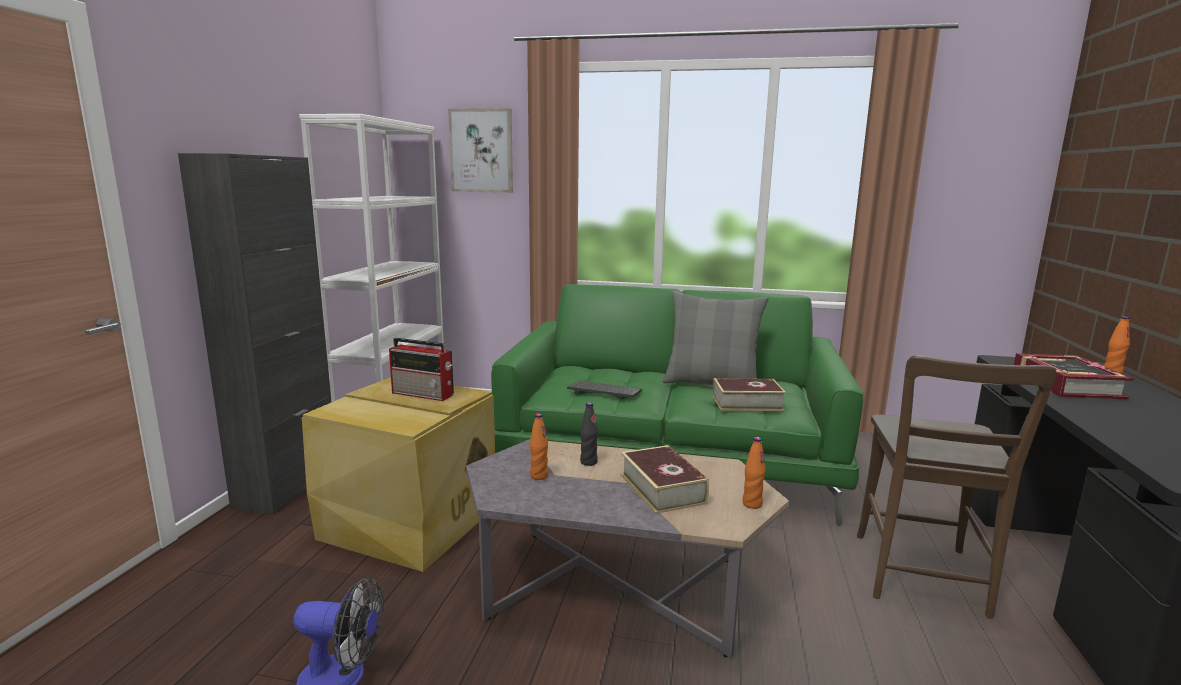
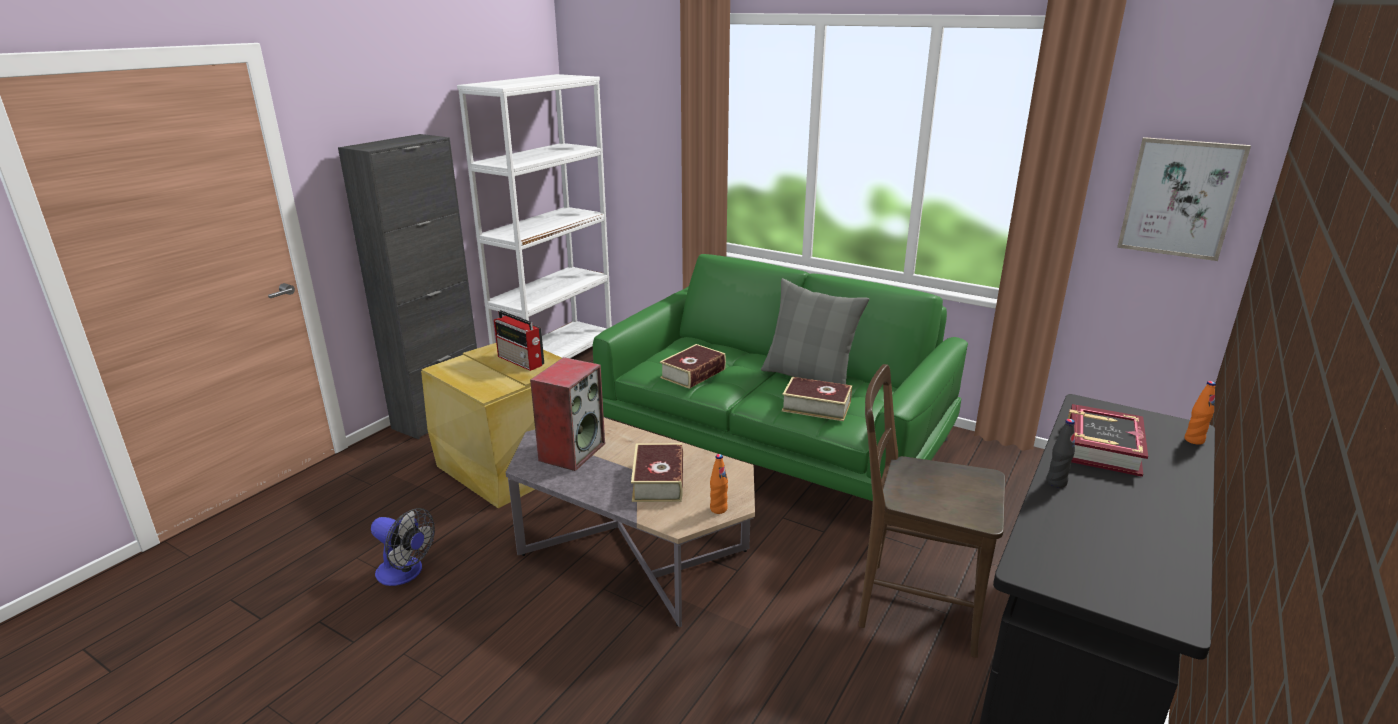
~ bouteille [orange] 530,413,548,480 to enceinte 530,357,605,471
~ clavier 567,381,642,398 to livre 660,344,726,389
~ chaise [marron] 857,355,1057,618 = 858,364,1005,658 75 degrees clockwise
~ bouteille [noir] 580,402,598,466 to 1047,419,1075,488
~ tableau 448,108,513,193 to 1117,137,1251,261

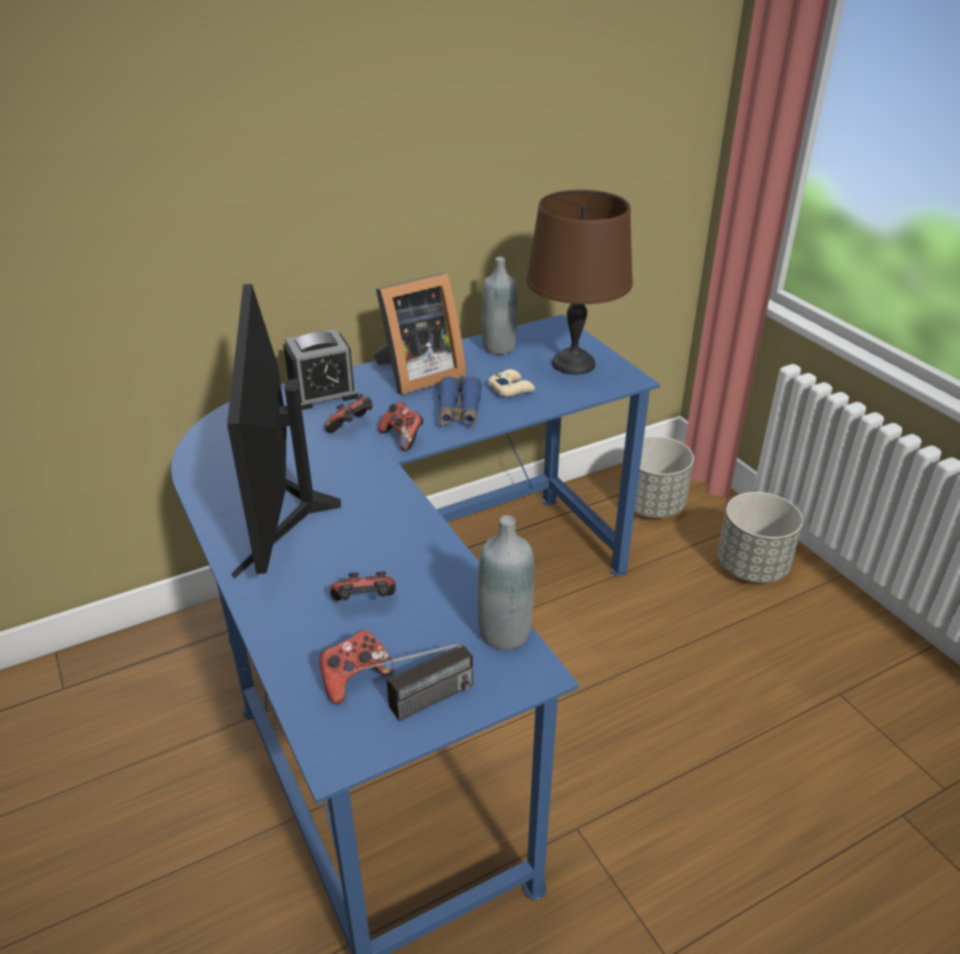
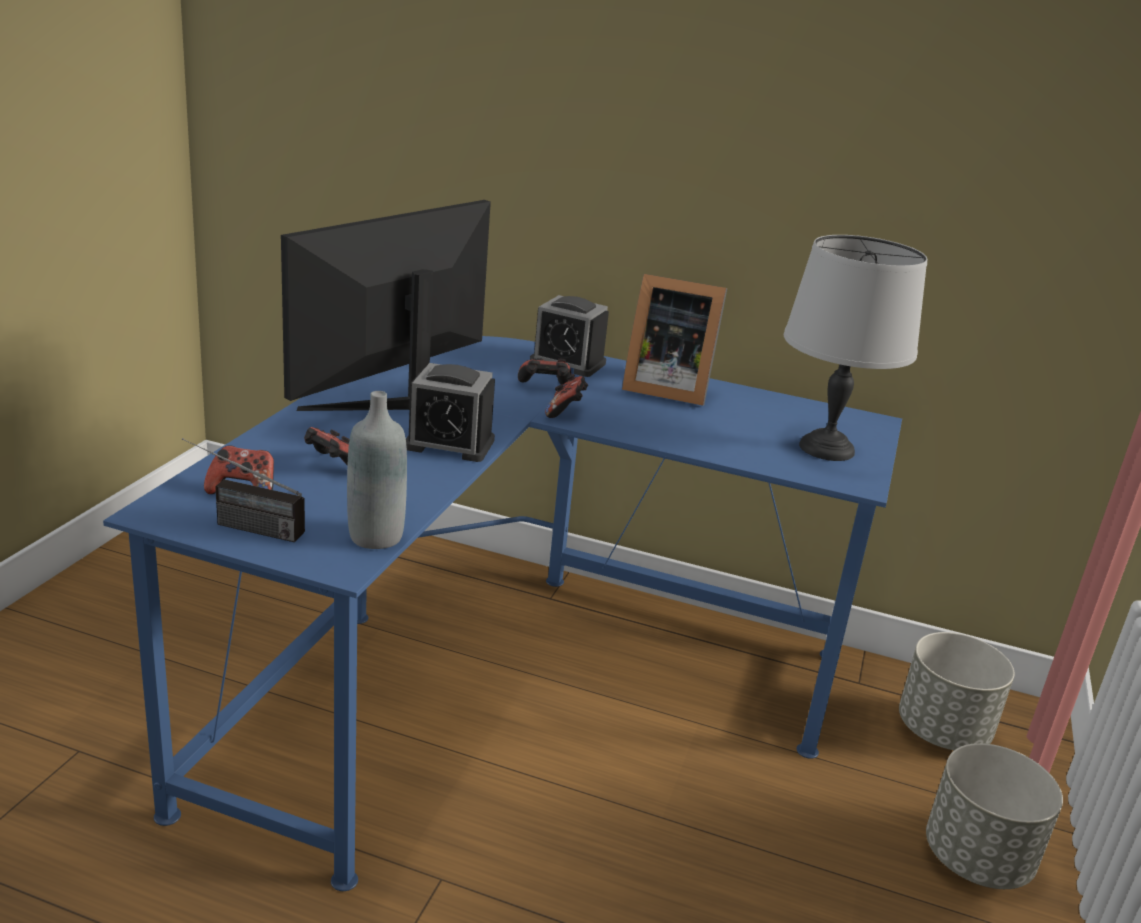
+ réveil 406,363,495,462
~ lampe de table [marron] 526,190,633,375 to lampe de table [gris] 784,235,927,461
- jumelles [bleu] 438,376,482,426
- bouteille [gris] 481,257,518,355
- manette [beige] 488,369,535,397

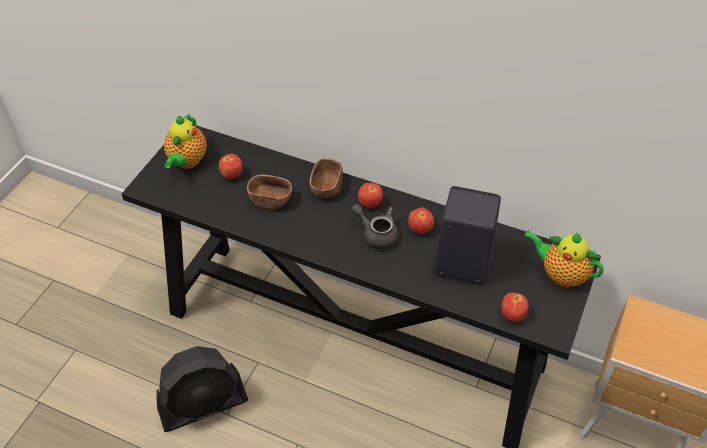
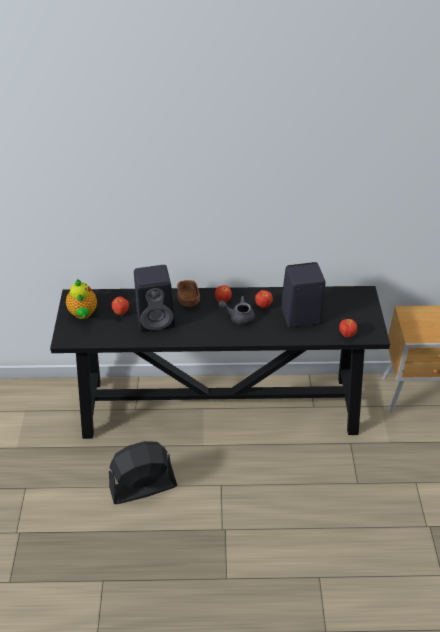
~ ventilateur [noir] 156,346,248,432 = 109,441,177,504 150 degrees counterclockwise
~ bol [marron] 247,175,292,209 to enceinte [noir] 134,265,175,332
- théière 525,231,604,287

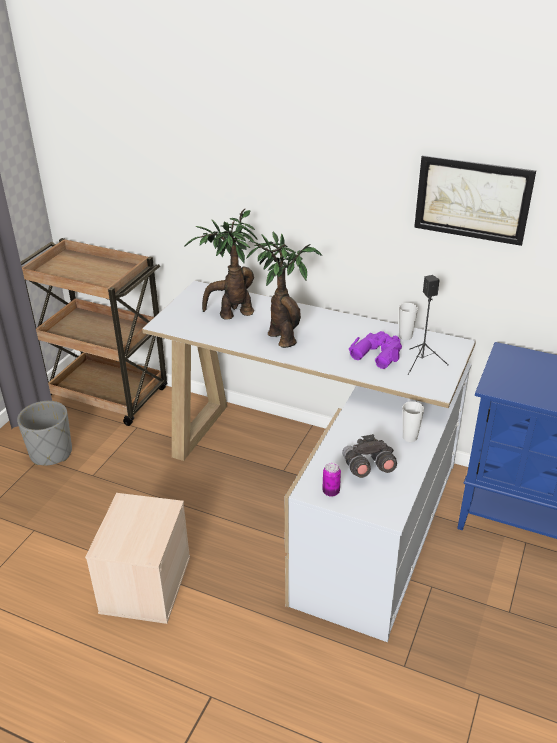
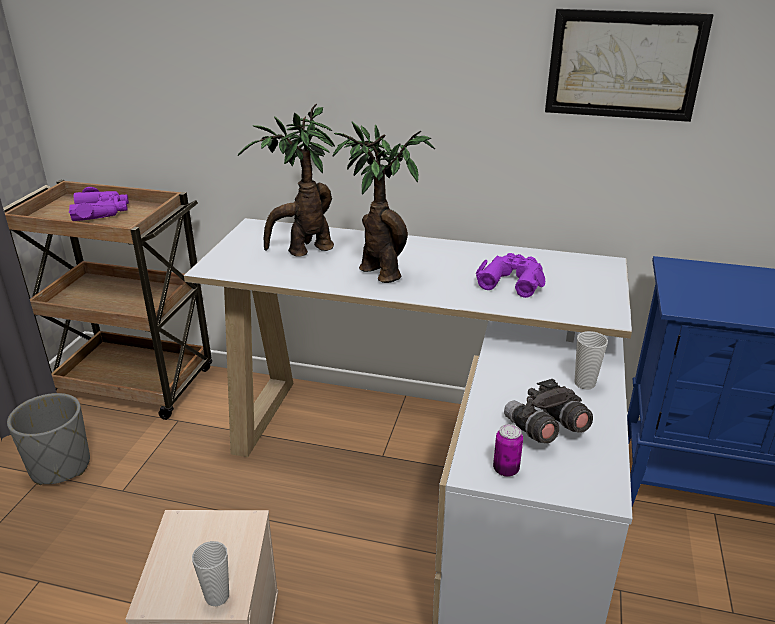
+ jumelles [violet] 69,187,129,221
~ tasse 399,303,418,340 to 192,541,229,606
- enceinte [noir] 408,275,449,375

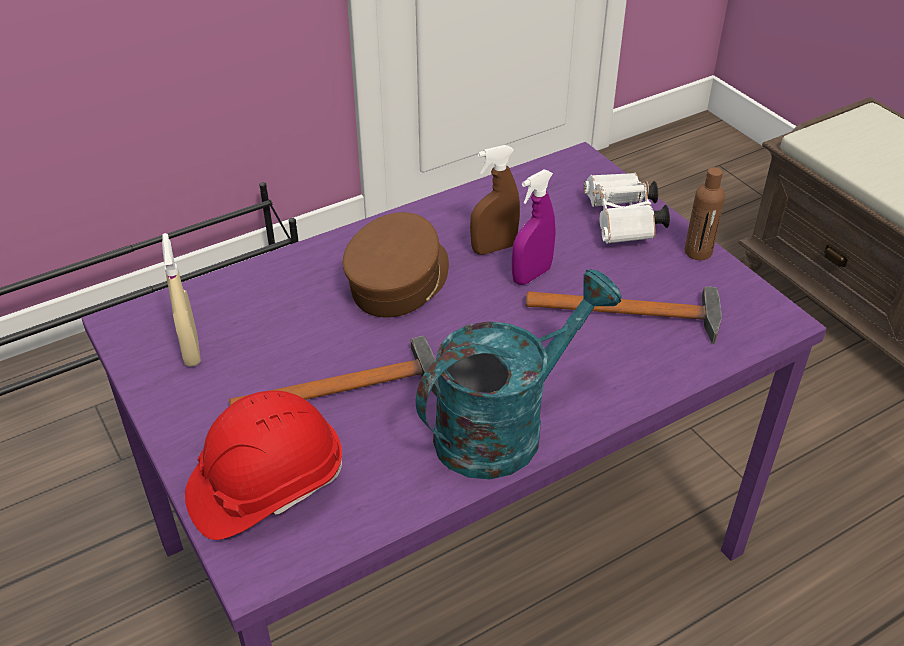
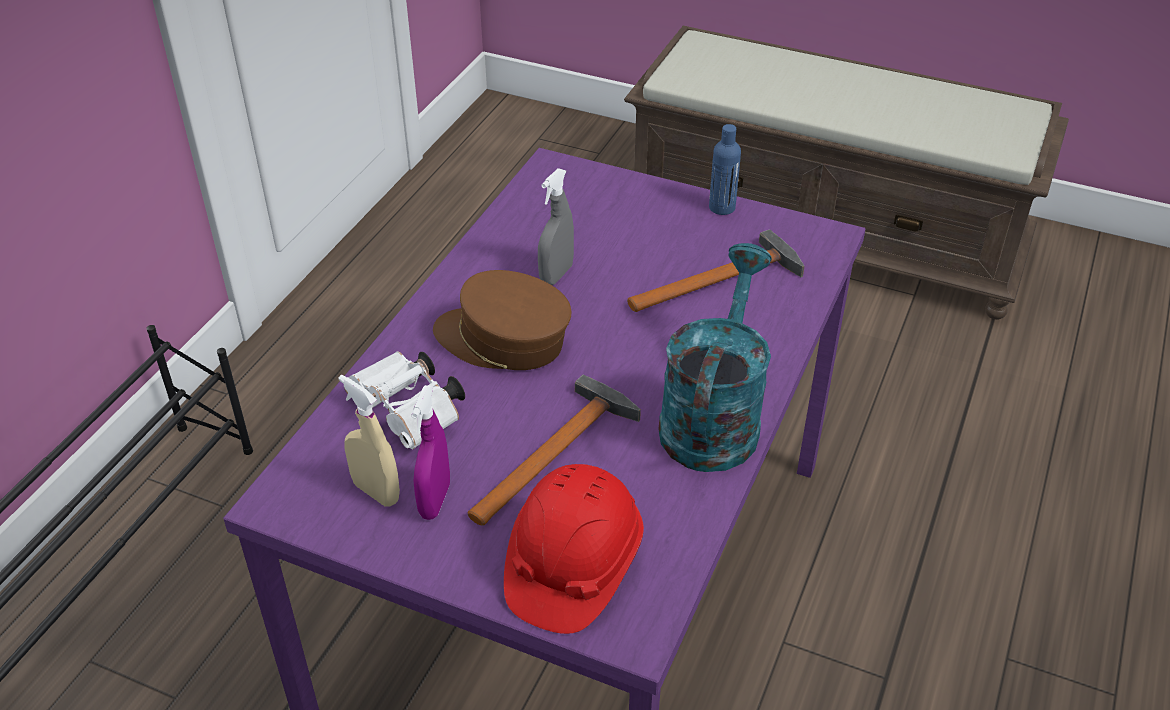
~ jumelles [blanc] 584,173,670,244 to 344,351,465,449
~ vaporisateur [violet] 512,169,556,285 to 411,385,450,520
~ casquette [marron] 343,212,449,318 = 433,270,572,370 60 degrees counterclockwise
~ vaporisateur [marron] 470,145,520,255 to vaporisateur [gris] 538,168,574,285
~ bouteille [marron] 685,167,725,260 to bouteille [bleu] 709,124,741,215

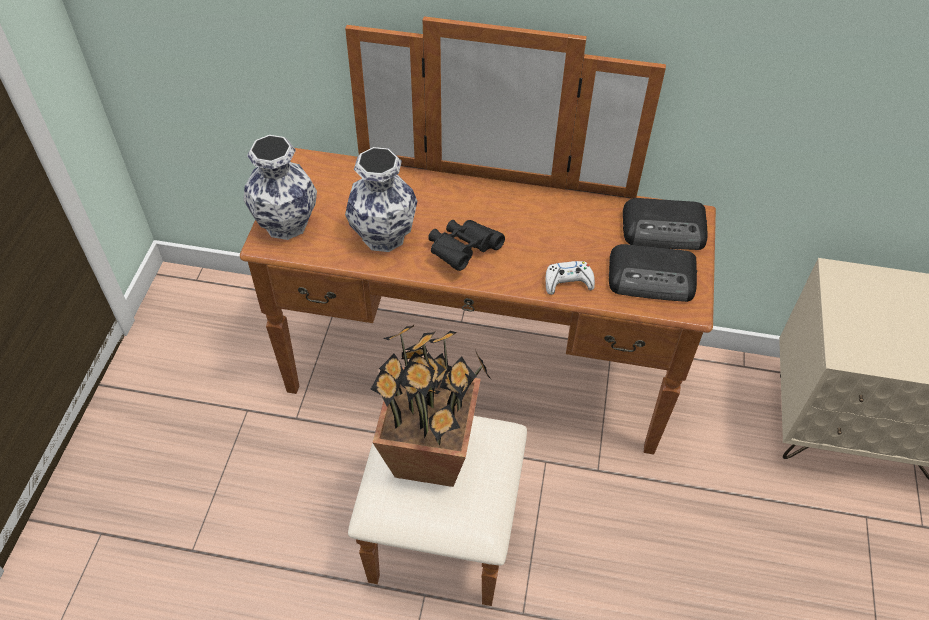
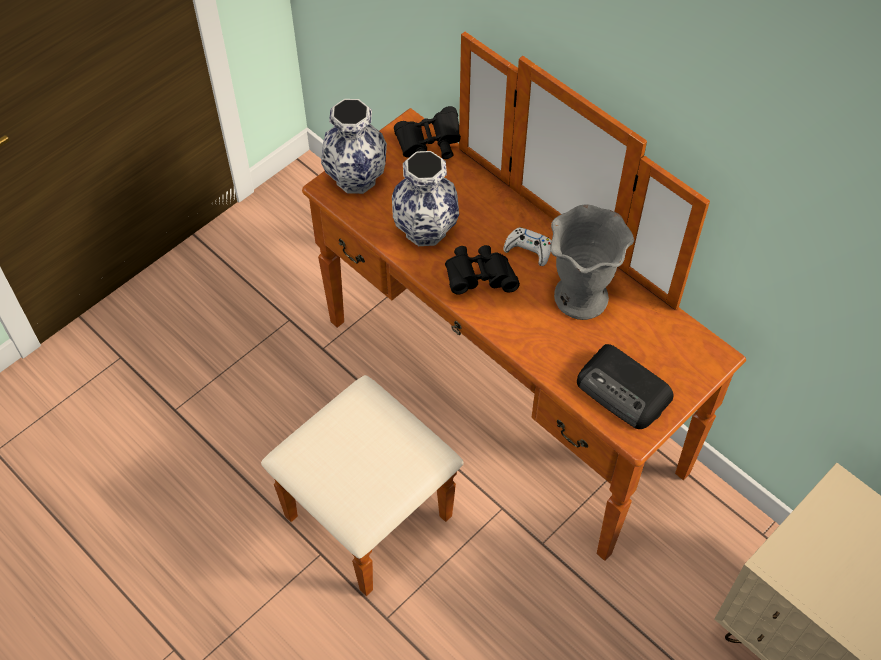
+ jumelles [noir] 394,106,461,159
~ manette [blanc] 546,261,595,295 to 503,227,551,266
+ vase [gris] 550,205,634,320
- plante en pot 370,325,491,487
- radio 623,198,708,250

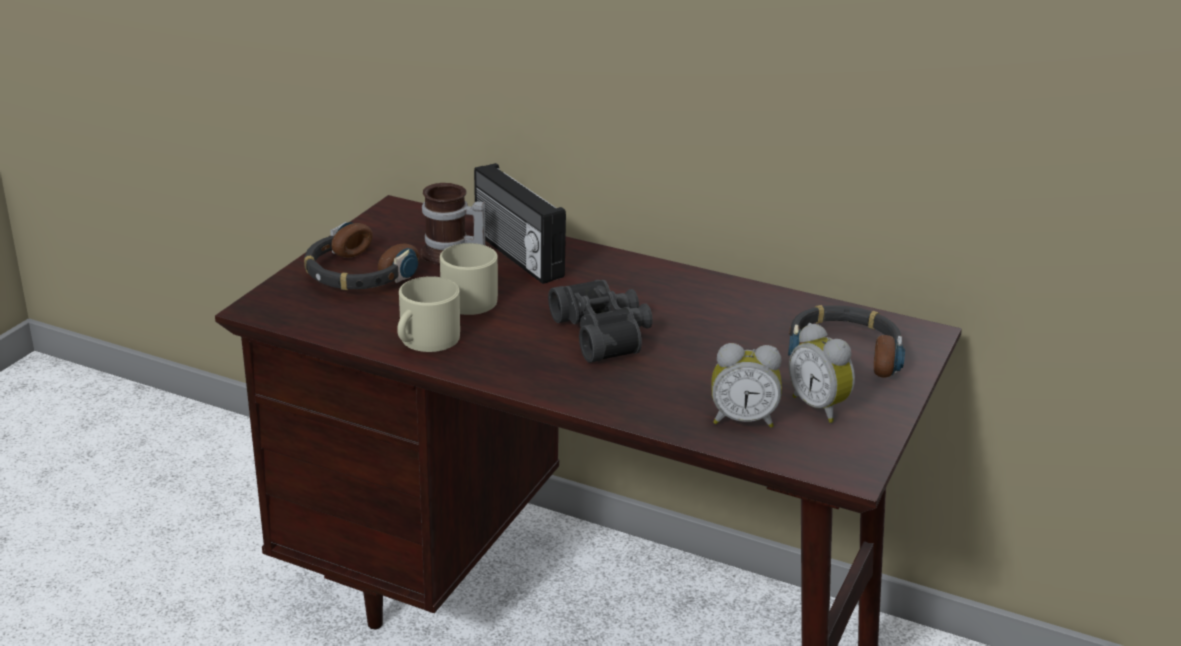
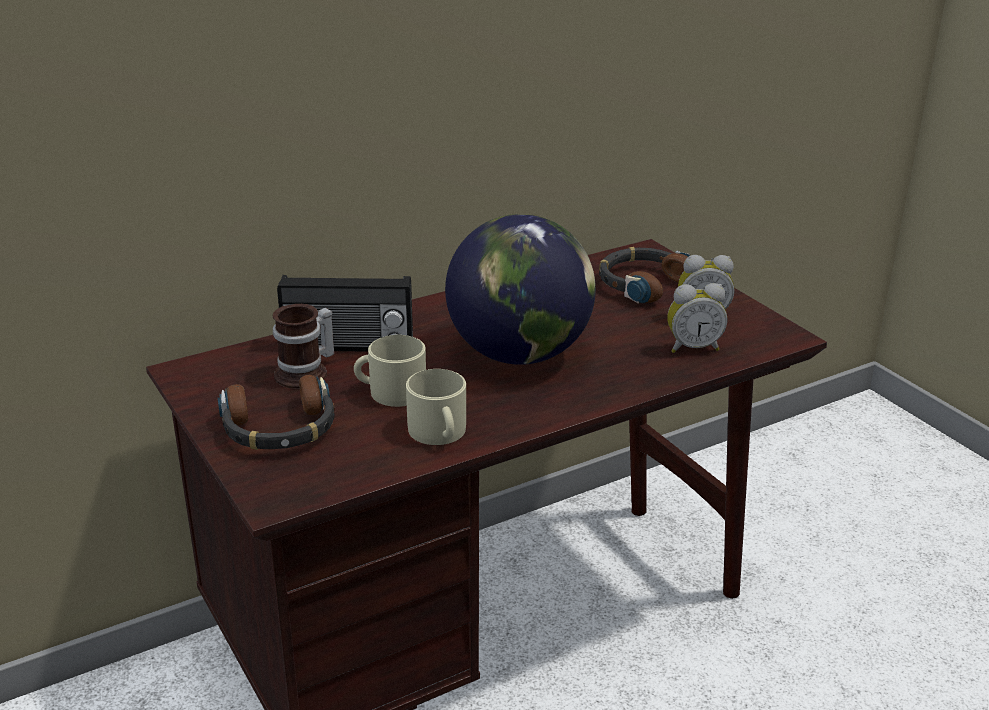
~ jumelles [noir] 548,280,653,363 to globe 445,214,596,365
~ réveil 712,343,782,428 = 667,283,727,353 45 degrees clockwise

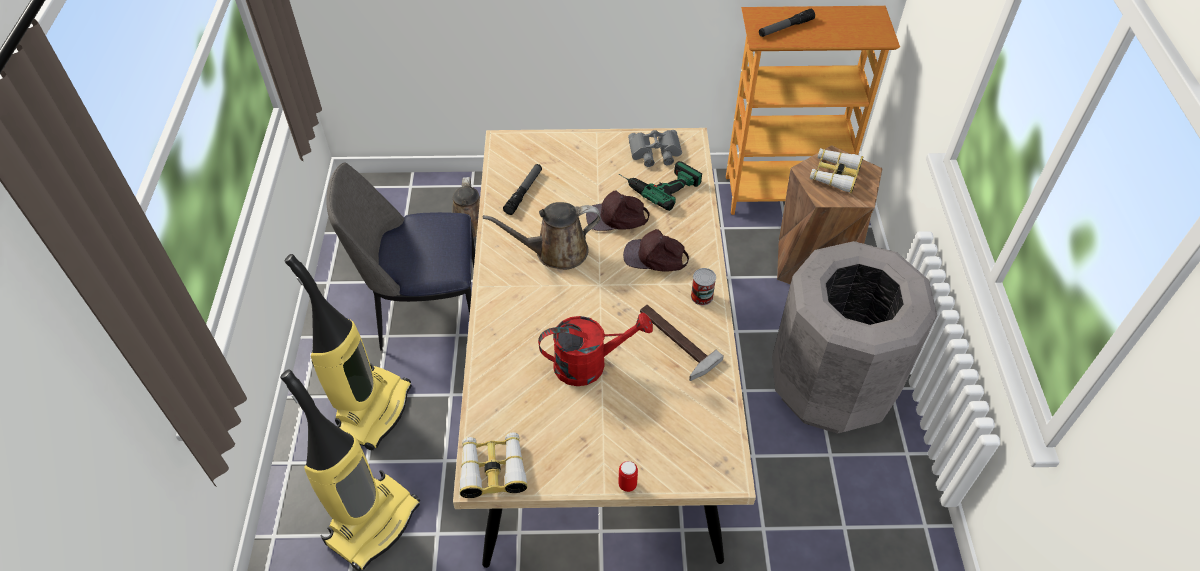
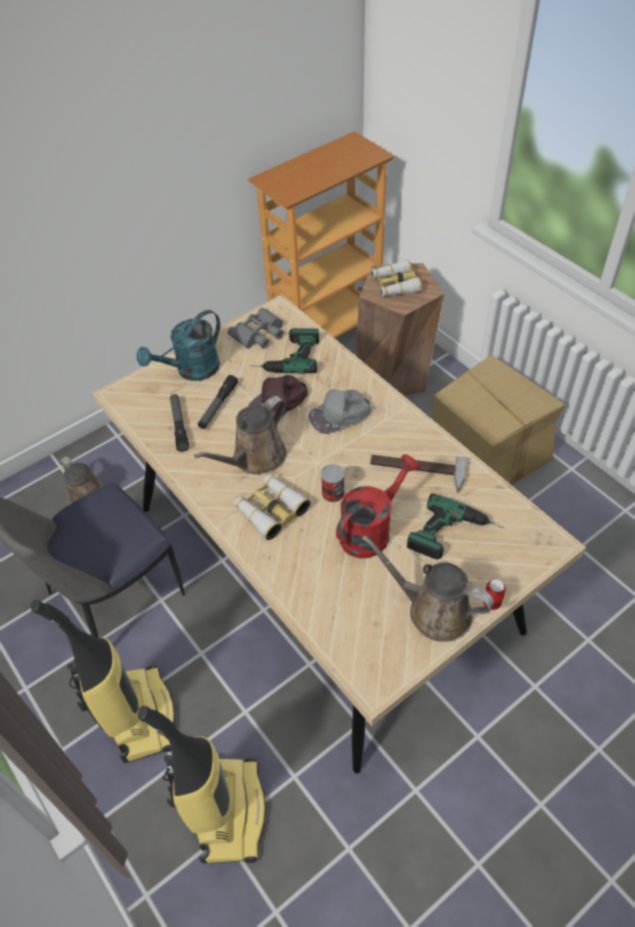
+ arrosoir [turquoise] 137,310,220,381
~ lampe de poche 759,9,815,37 to 198,375,238,429
~ jumelles 460,432,528,498 to 234,474,310,540
~ casquette [marron] 623,229,689,272 to casquette [gris] 308,389,371,434
~ boîte métallique 691,268,716,305 to 321,464,345,502
+ arrosoir [marron] 362,535,494,642
+ perceuse 407,493,503,560
~ poubelle [gris] 772,241,937,434 to carton 432,355,565,485

